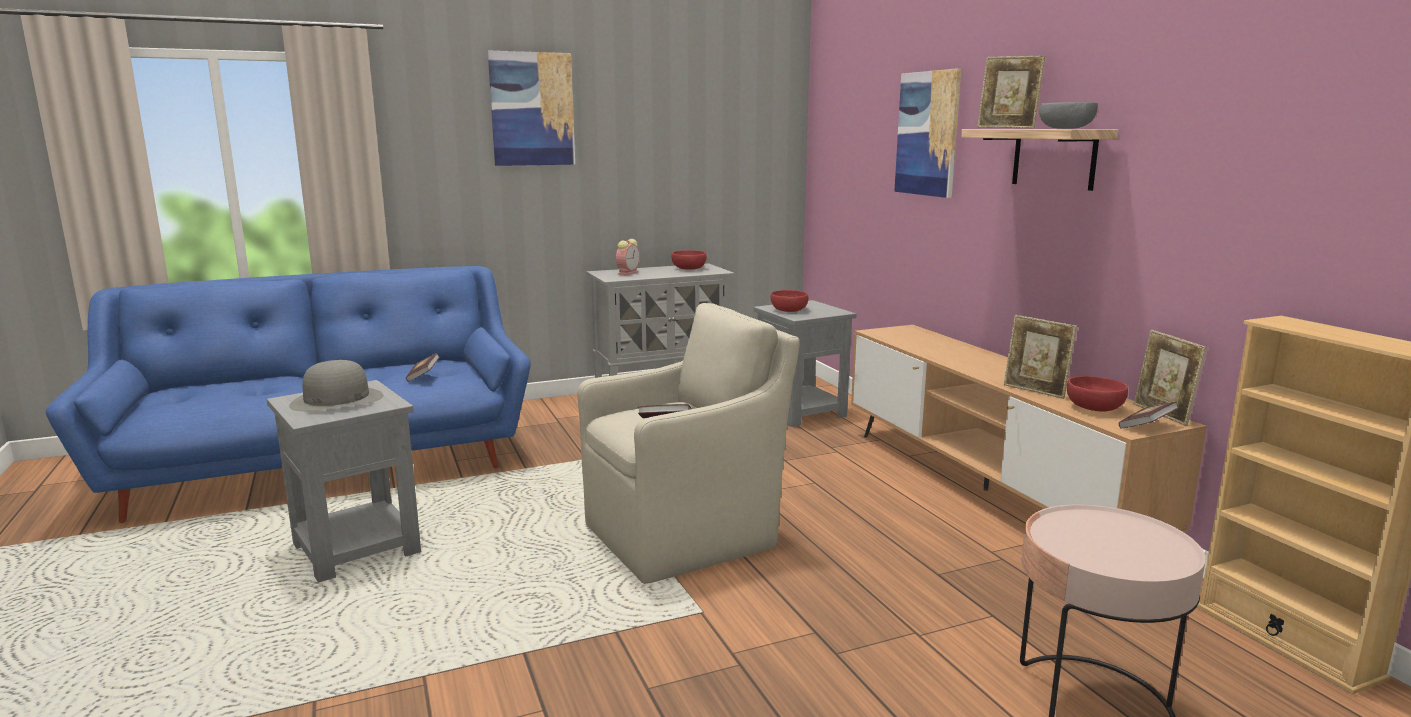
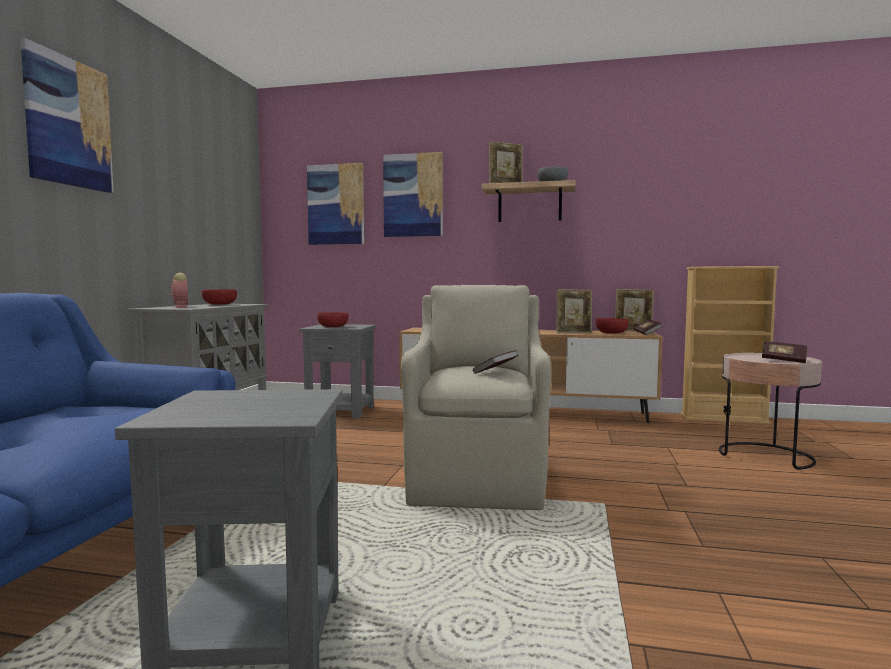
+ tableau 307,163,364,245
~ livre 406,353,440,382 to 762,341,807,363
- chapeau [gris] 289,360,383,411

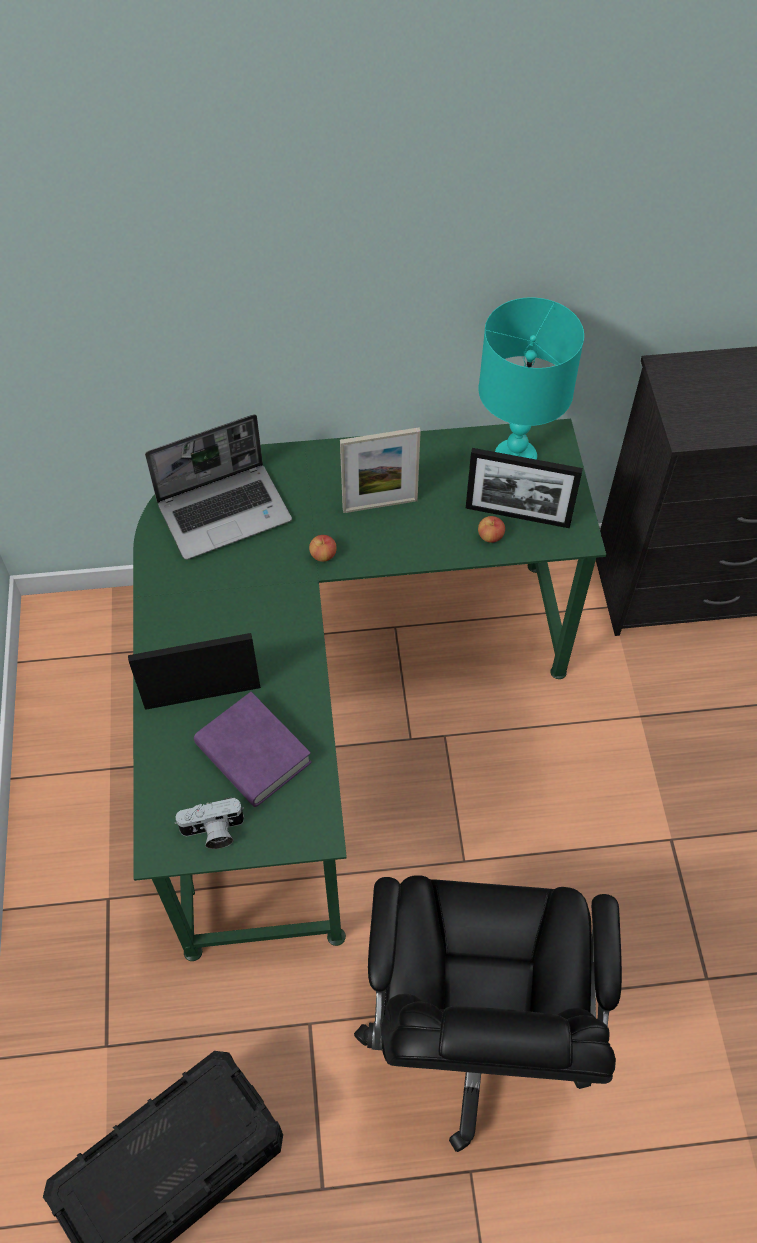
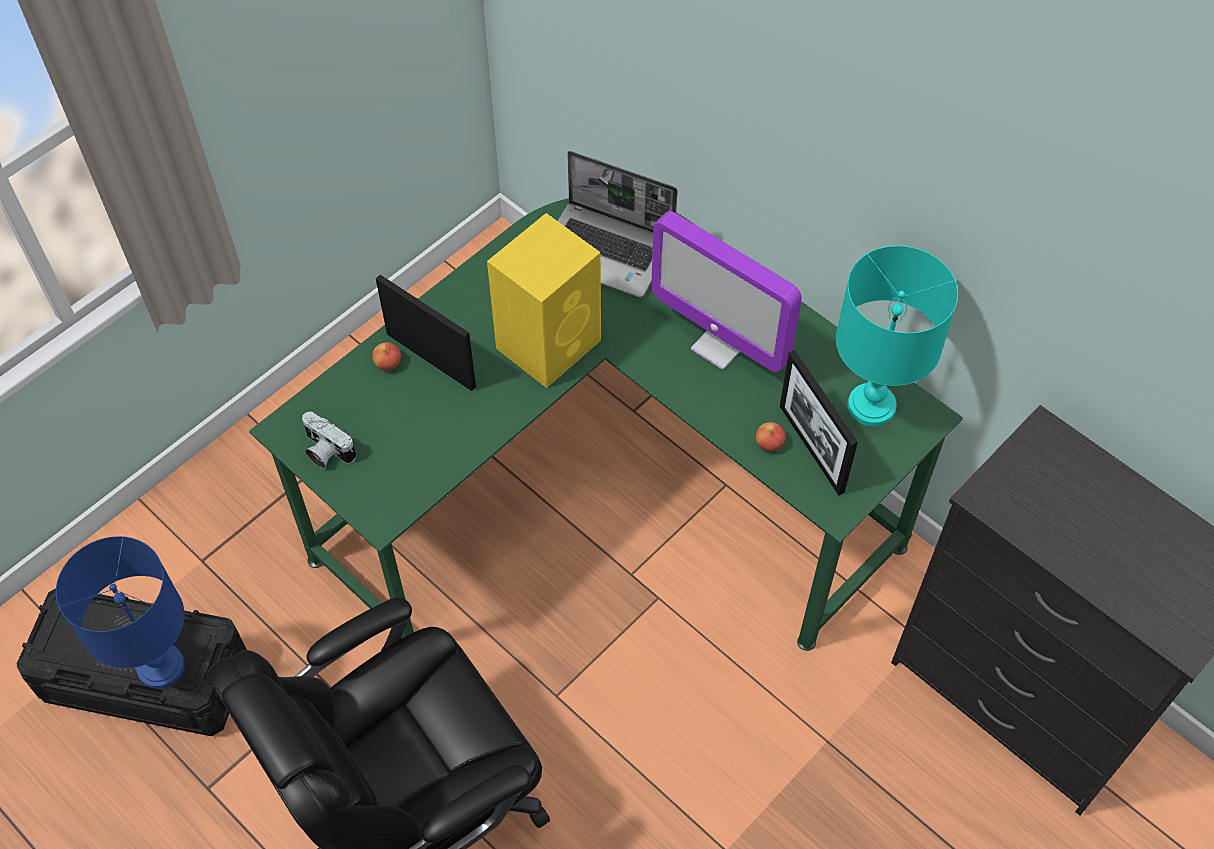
+ lampe de table [bleu] 56,536,185,689
~ pomme 309,535,337,562 to 372,342,401,370
+ enceinte [jaune] 487,213,601,388
~ cadre photo 340,427,421,513 to écran d'ordinateur 651,211,802,372
- livre [violet] 194,692,312,807

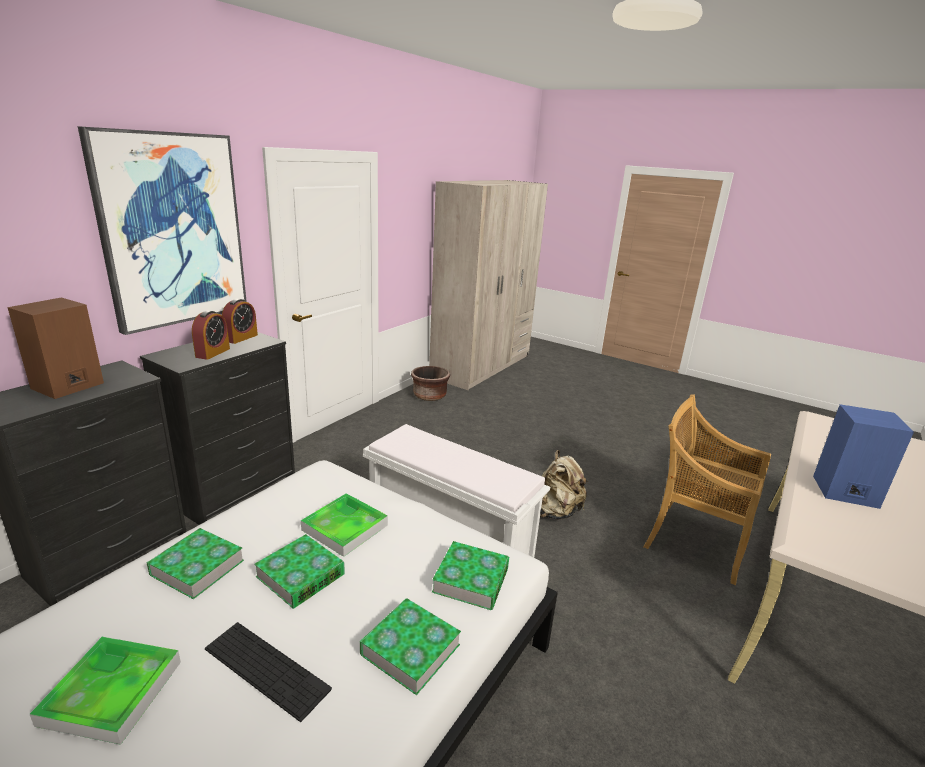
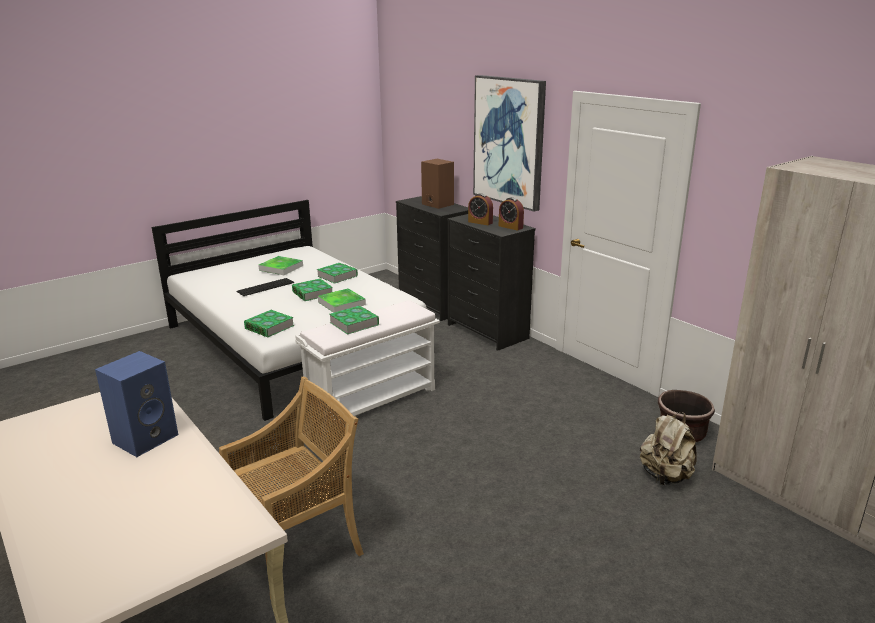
~ livre 360,598,461,695 to 329,306,379,335
~ sac à dos [beige] 540,450,587,520 to 640,412,697,485

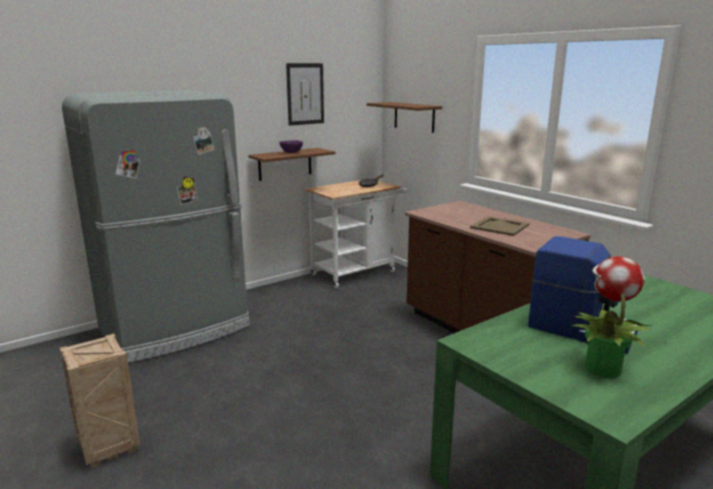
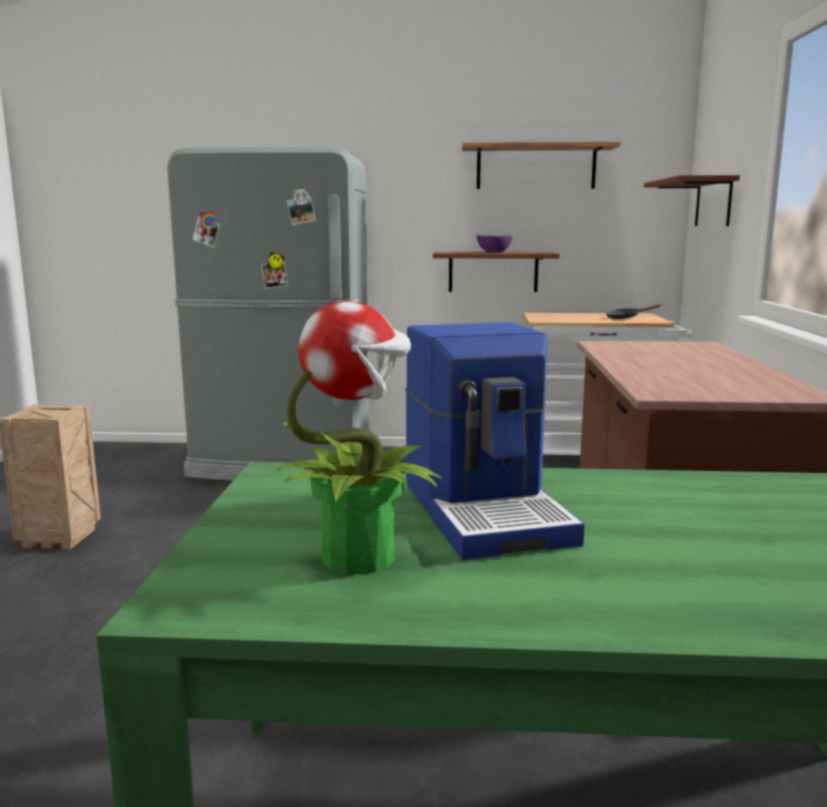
~ tableau 286,63,324,126 to étagère 462,142,621,189
- plateau [beige] 470,216,529,236

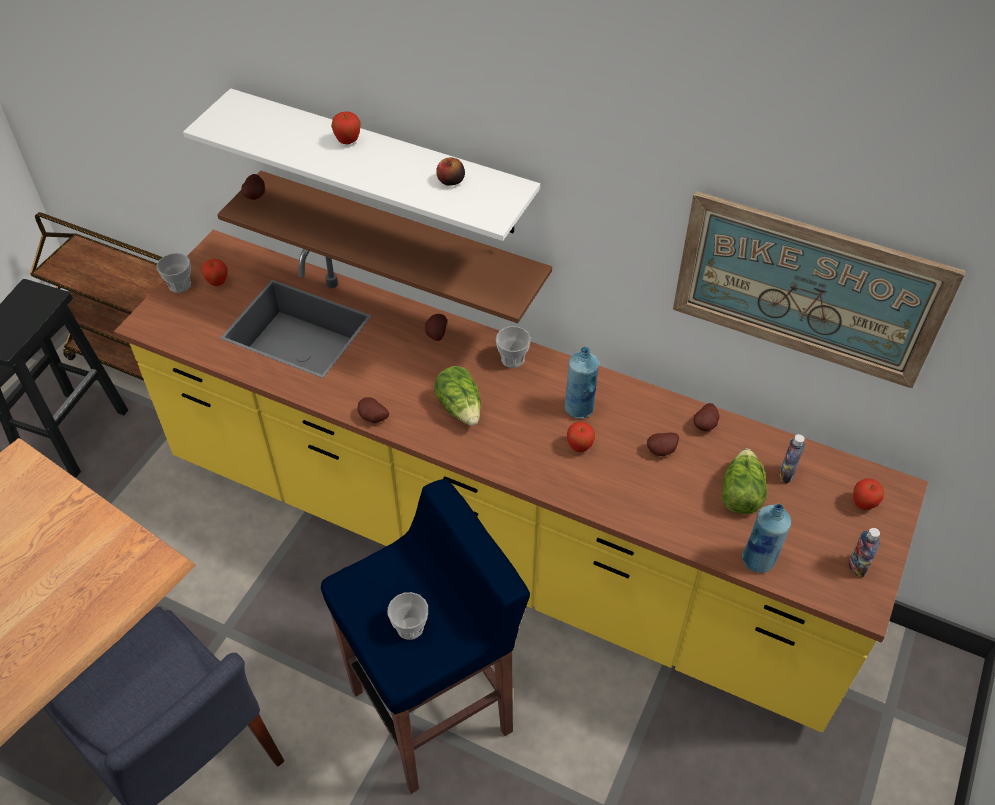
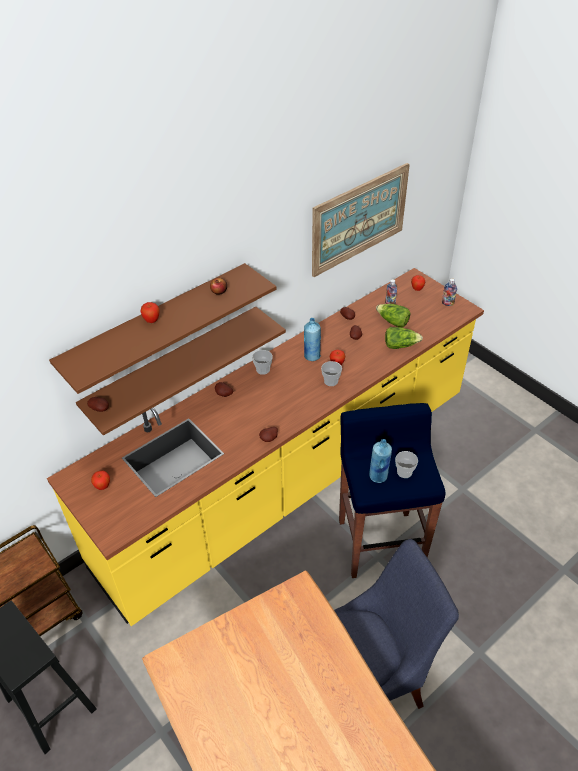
~ étagère [blanc] 183,88,540,241 to étagère [marron] 49,263,276,394
~ tasse 157,253,191,293 to 321,361,342,386
~ bouteille [bleu] 742,504,791,573 to 369,439,392,483
~ laitue 434,366,481,426 to 385,327,423,349

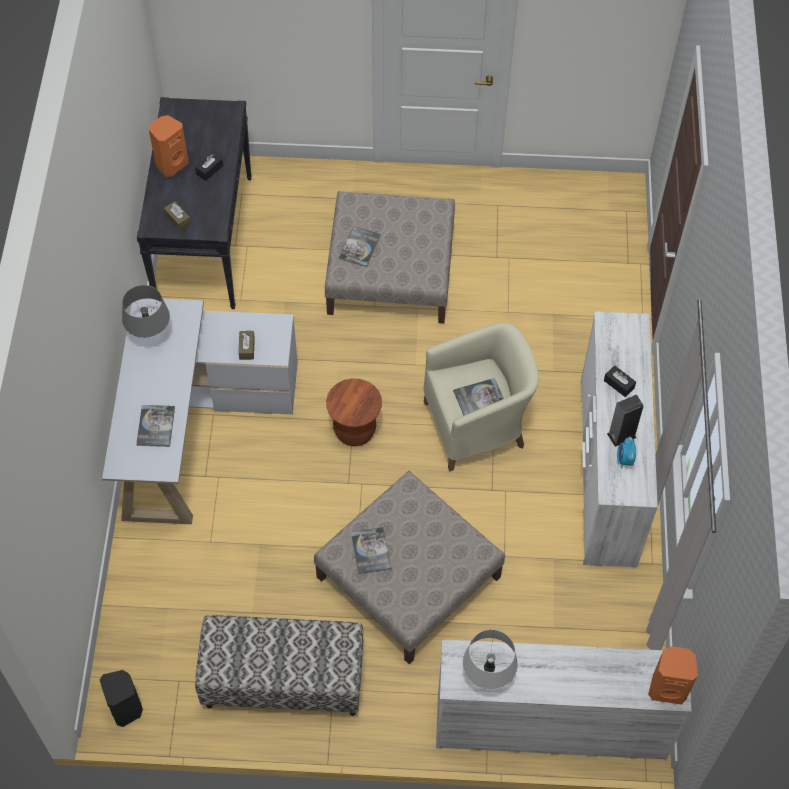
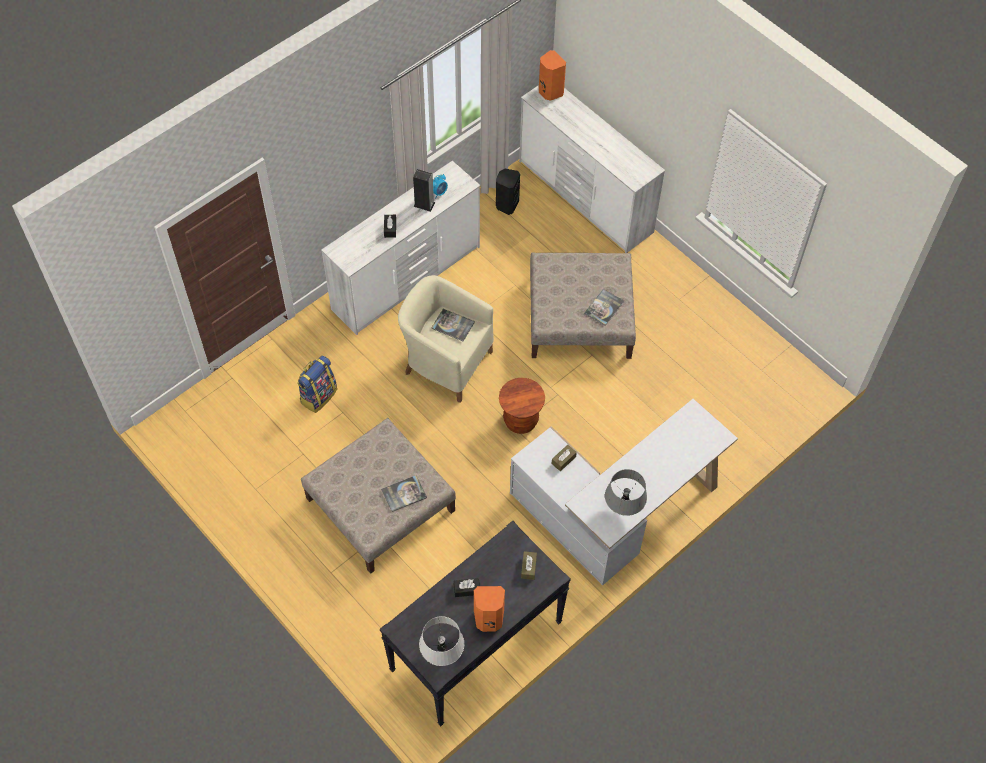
+ sac à dos 297,356,337,413
~ lampe de table [gris] 463,629,518,690 to 419,616,465,666
~ enceinte [noir] 100,670,143,727 to 496,169,520,215
- livre 136,405,175,447
- banc 195,615,363,716

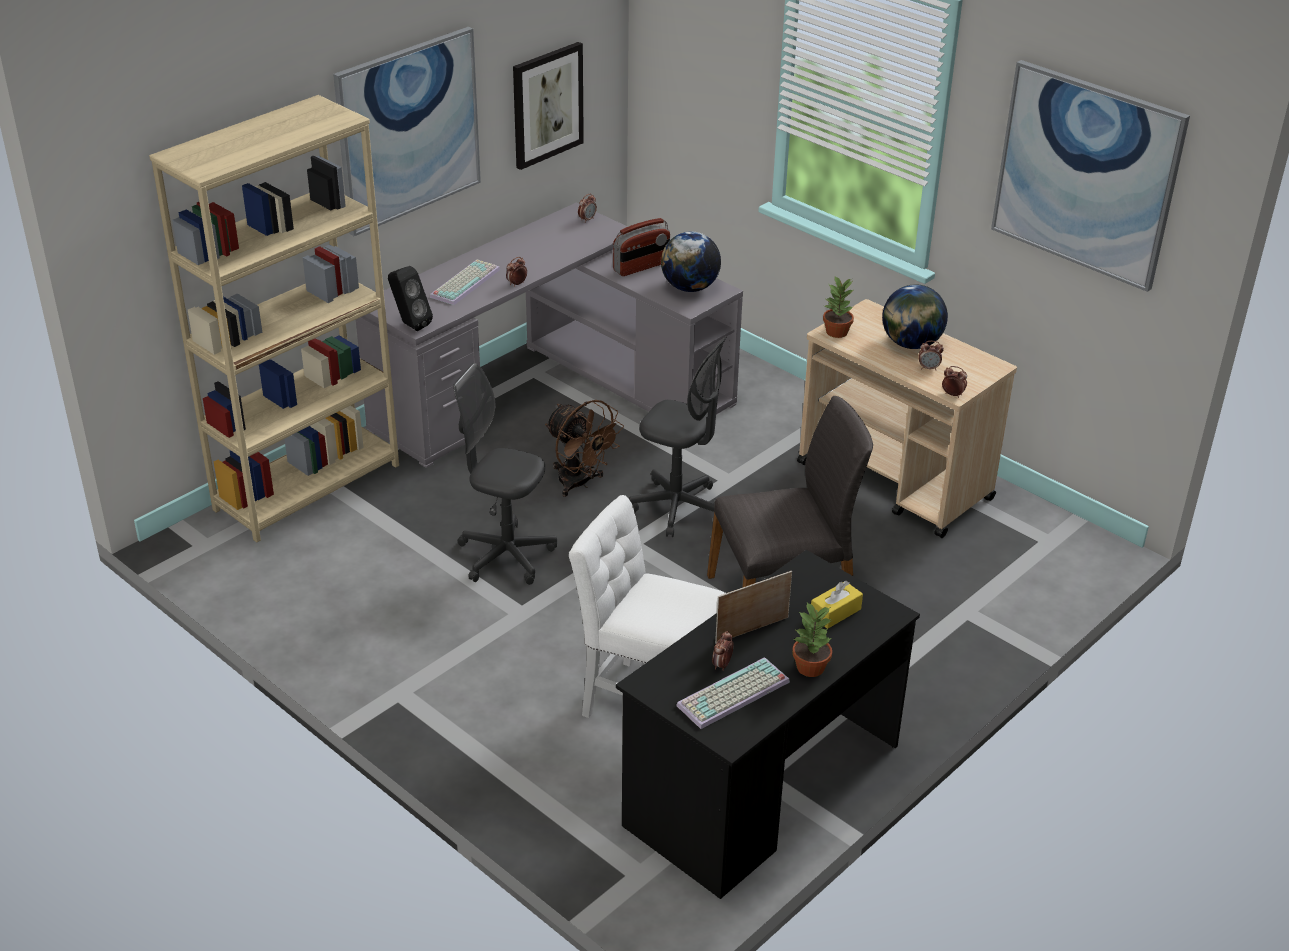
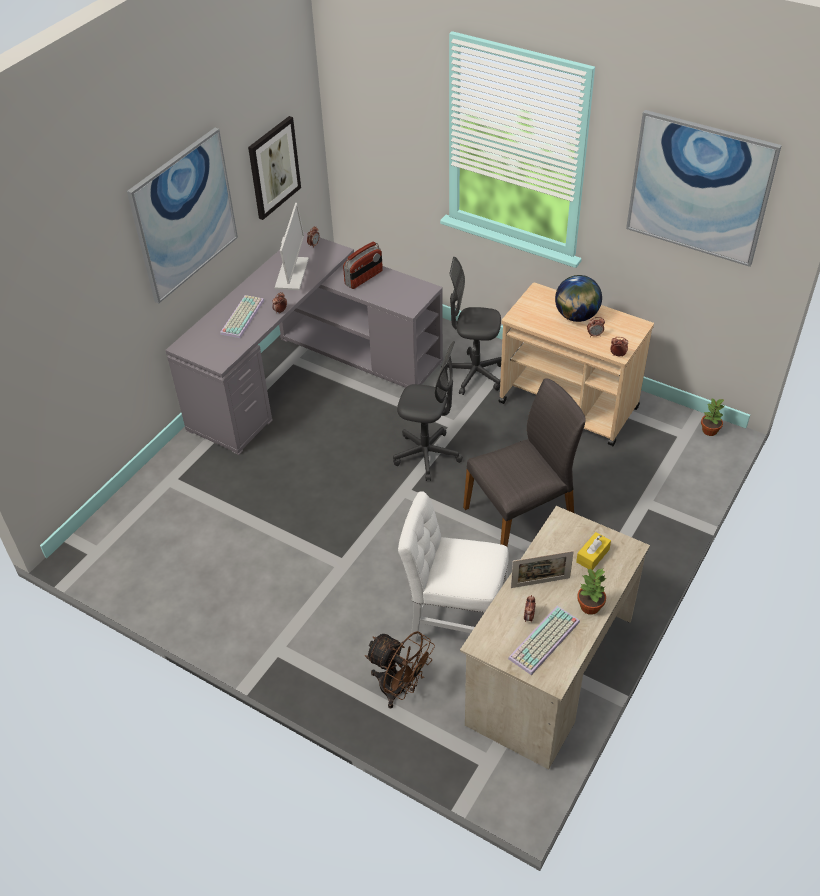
+ écran d'ordinateur 275,203,309,290
~ ventilateur [marron] 545,400,624,497 to 365,631,435,708
~ chaise de bureau [gris] 453,363,557,585 to 441,257,502,395
~ bureau [noir] 616,550,920,899 to bureau [beige] 460,506,650,770
~ cadre photo 715,571,792,644 = 511,551,574,588 150 degrees counterclockwise
~ plante en pot 823,277,854,338 to 701,398,725,436
- bibliothèque [beige] 149,95,399,543
- enceinte [noir] 388,266,433,331
- globe 661,231,721,292

